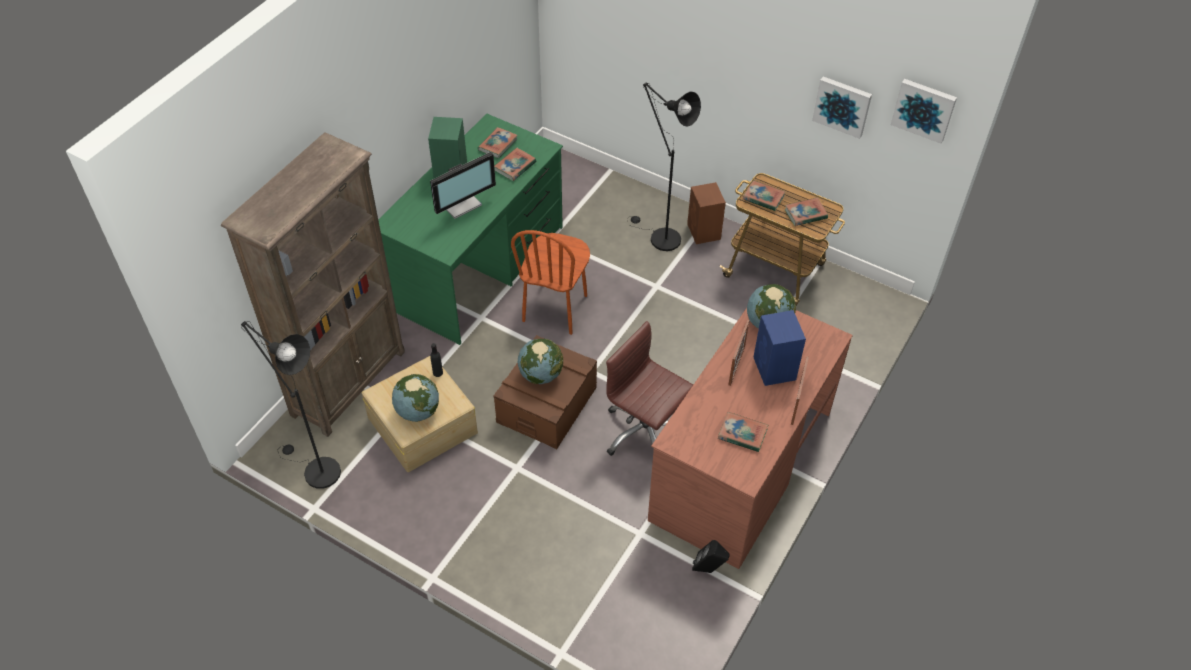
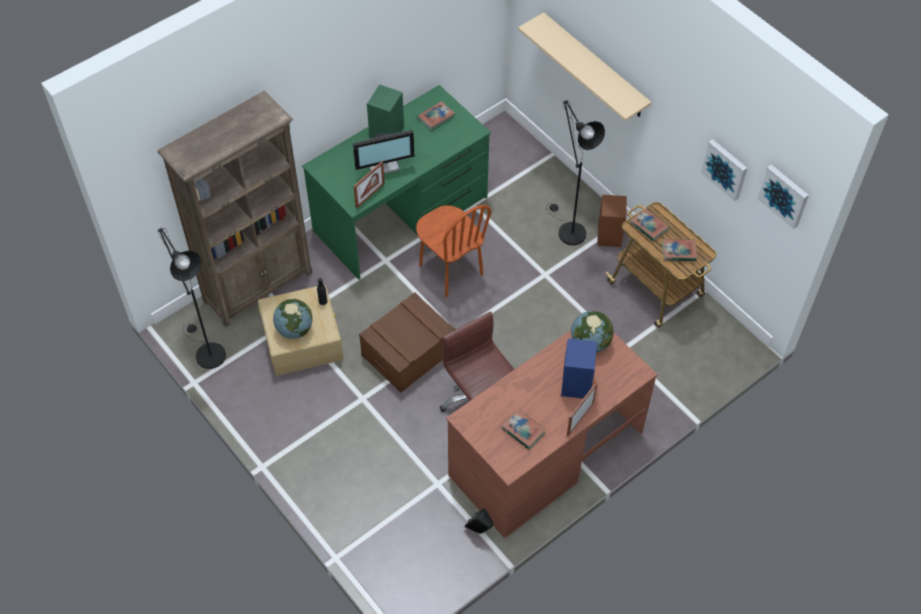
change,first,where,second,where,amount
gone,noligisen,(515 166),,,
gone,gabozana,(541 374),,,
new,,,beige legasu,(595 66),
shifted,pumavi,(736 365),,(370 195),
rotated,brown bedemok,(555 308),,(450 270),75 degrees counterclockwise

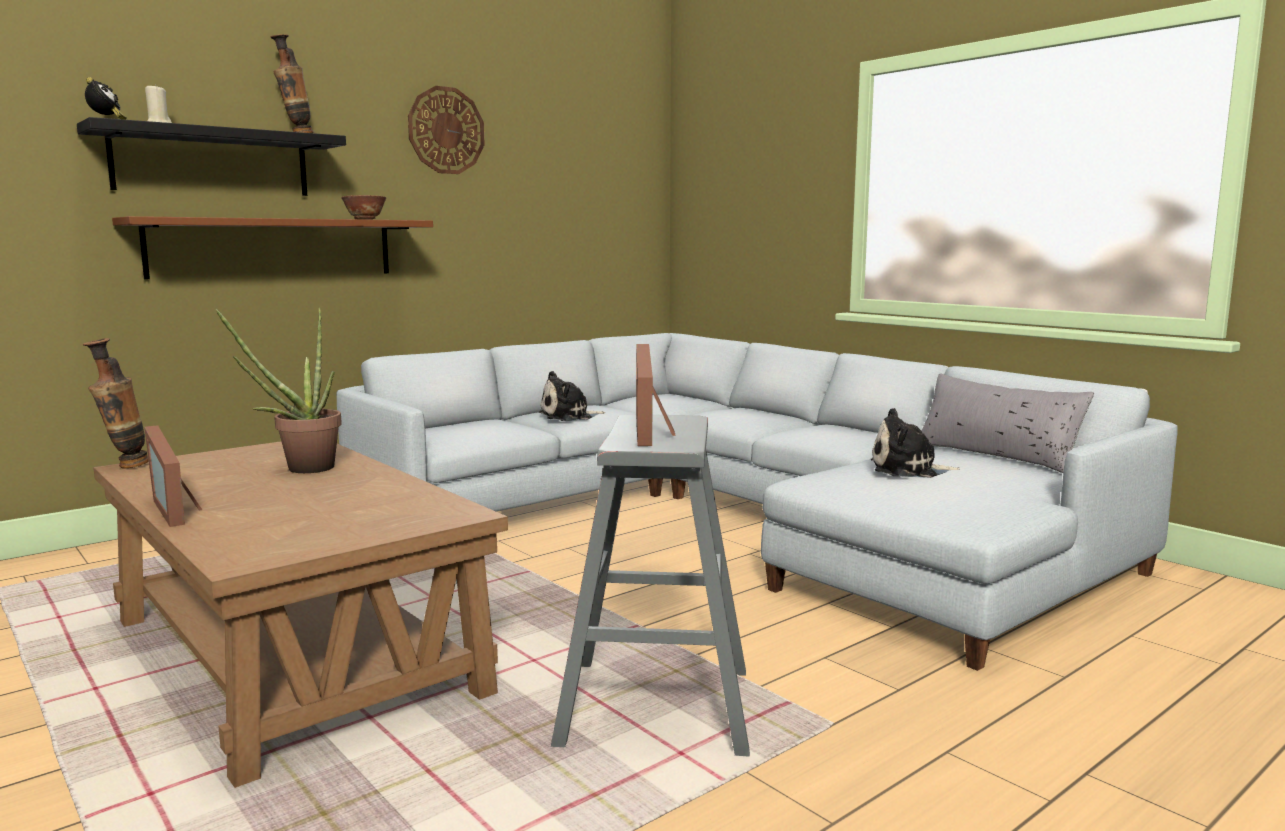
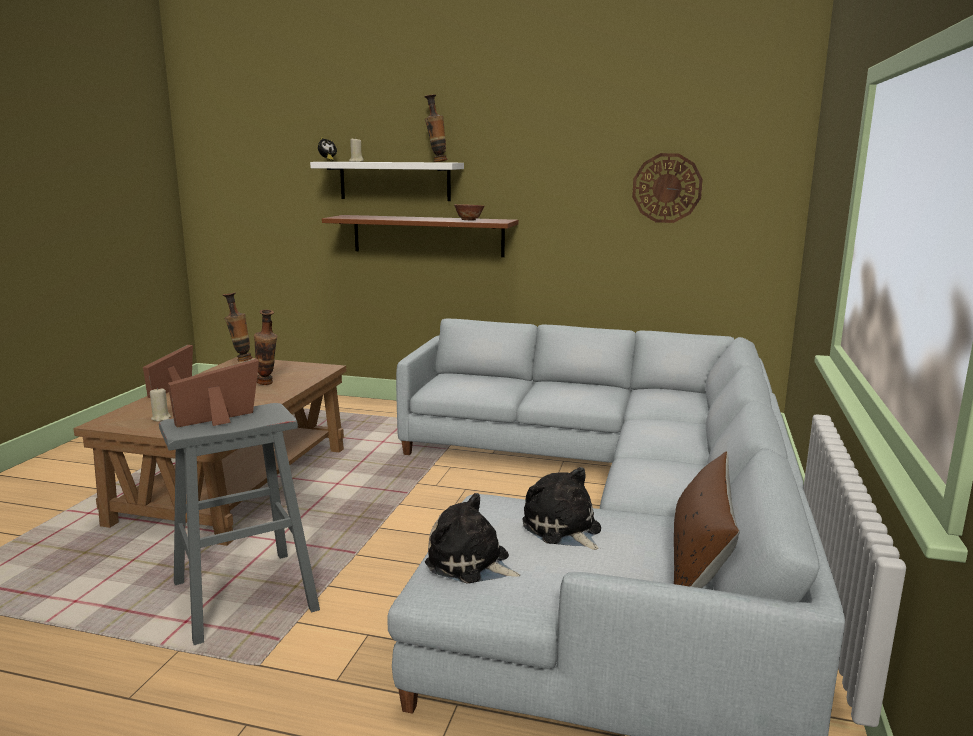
change,first,where,second,where,amount
new,,,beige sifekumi,(161 418),
shifted,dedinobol,(446 130),,(667 188),
shifted,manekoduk,(569 416),,(471 564),
swapped,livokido,(300 469),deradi,(268 384),
repainted,black legasu,(212 163),white legasu,(394 181),
repainted,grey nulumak,(996 455),brown nulumak,(699 559),

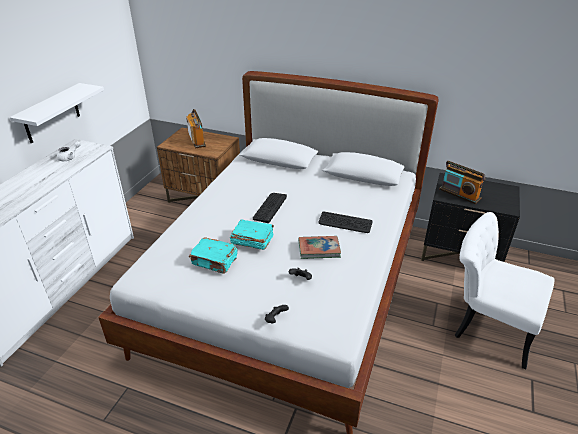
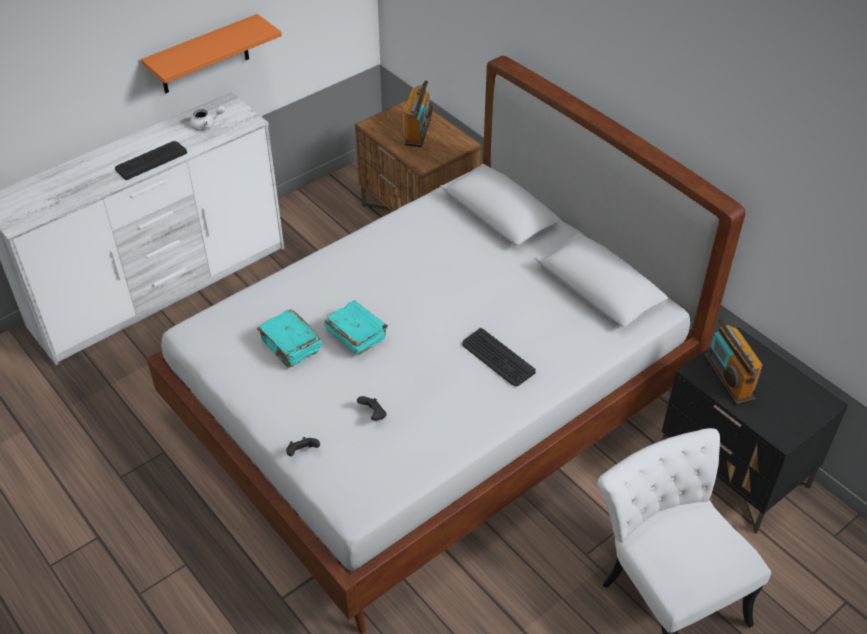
change,first,where,second,where,amount
gone,noligisen,(319 249),,,
shifted,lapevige,(269 207),,(151 160),
repainted,white legasu,(51 114),orange legasu,(204 55),

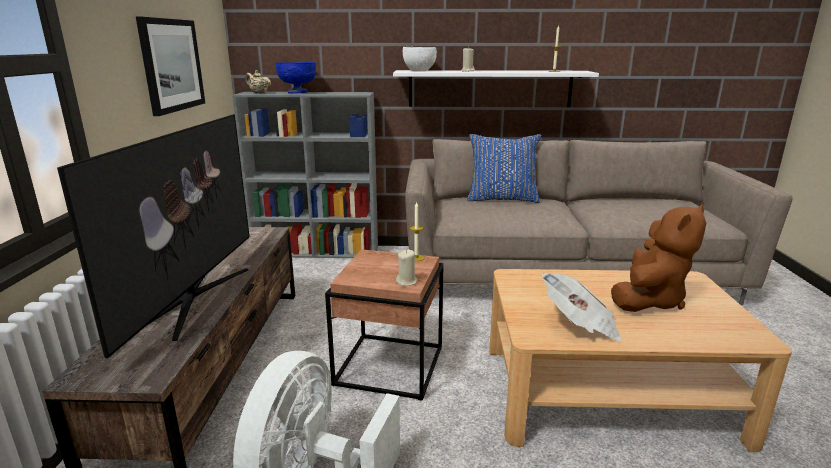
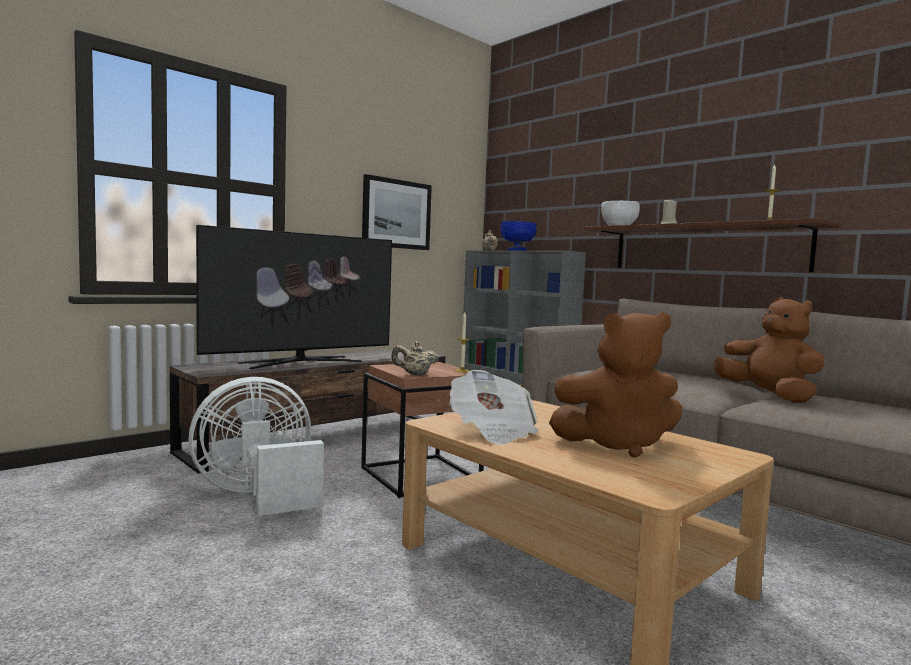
change,first,where,second,where,amount
gone,blue nulumak,(502 199),,,
new,,,brown manekoduk,(768 396),
swapped,beige sifekumi,(406 282),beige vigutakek,(414 374),
repainted,white legasu,(490 88),brown legasu,(706 248),

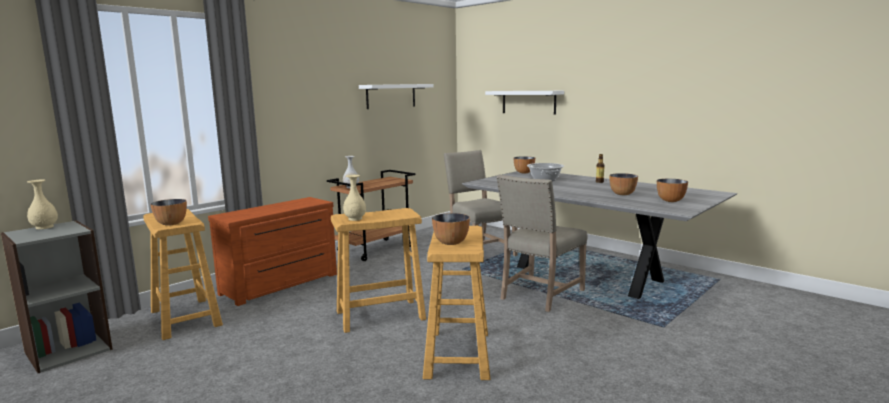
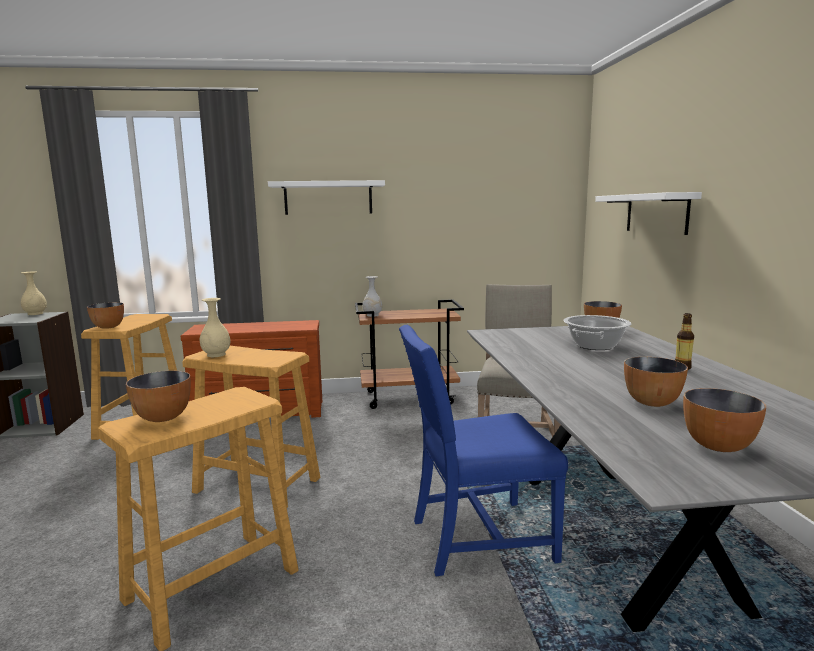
change,first,where,second,where,amount
shifted,white legasu,(391 96),,(328 198),
repainted,beige bedemok,(539 295),blue bedemok,(476 539),

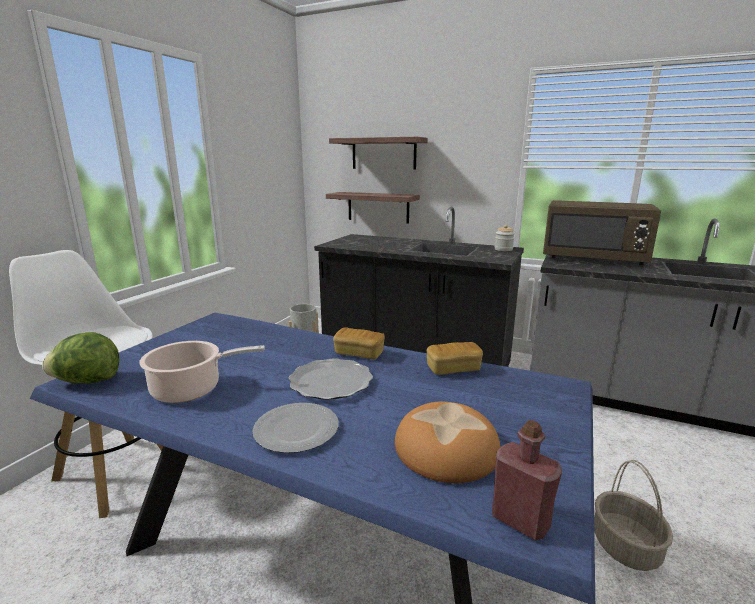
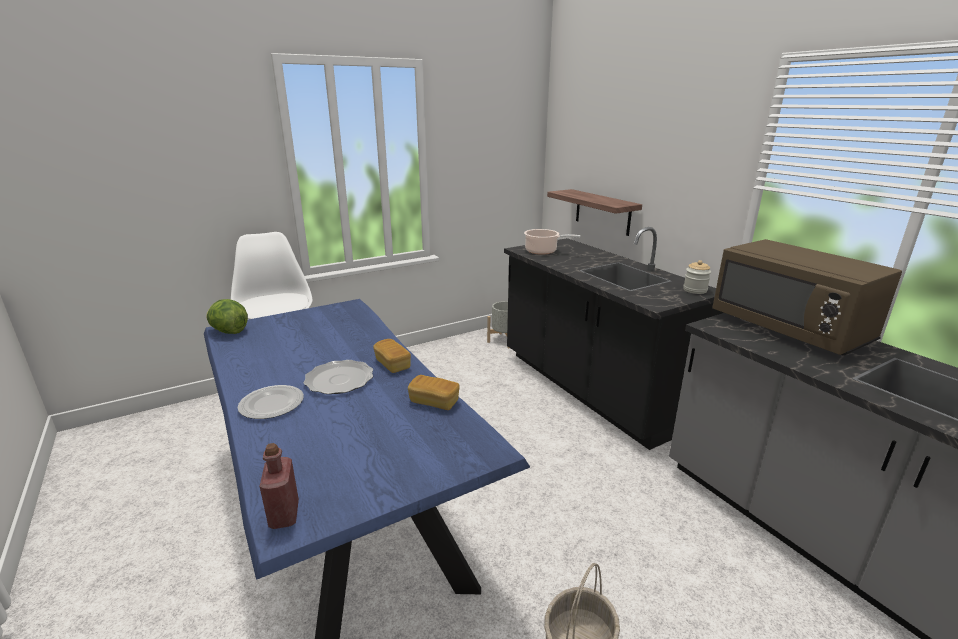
change,first,where,second,where,amount
gone,legasu,(383 154),,,
gone,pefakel,(445 448),,,
shifted,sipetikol,(191 389),,(543 251),

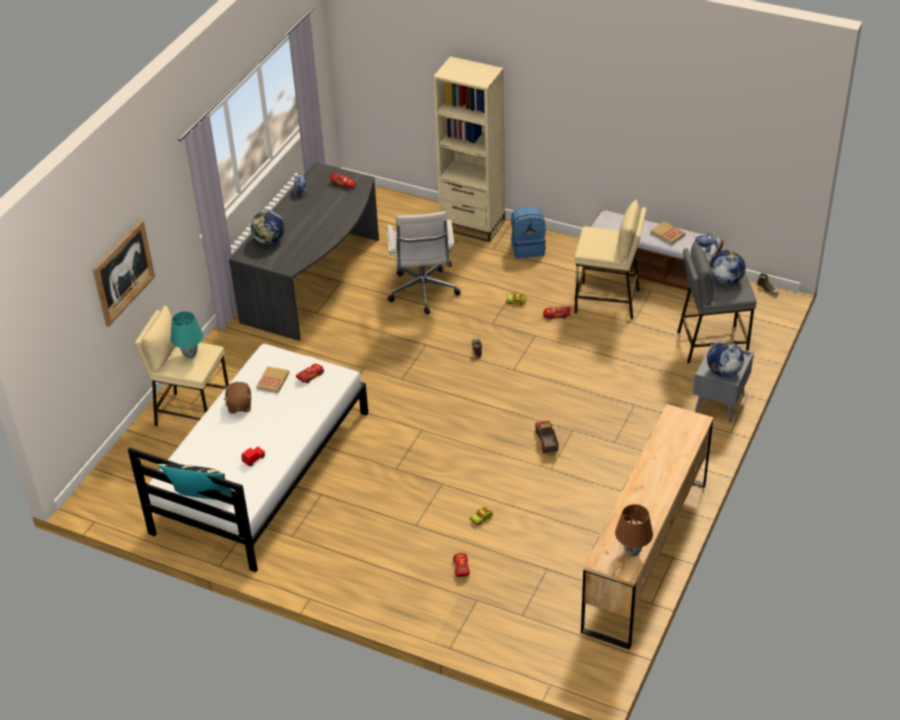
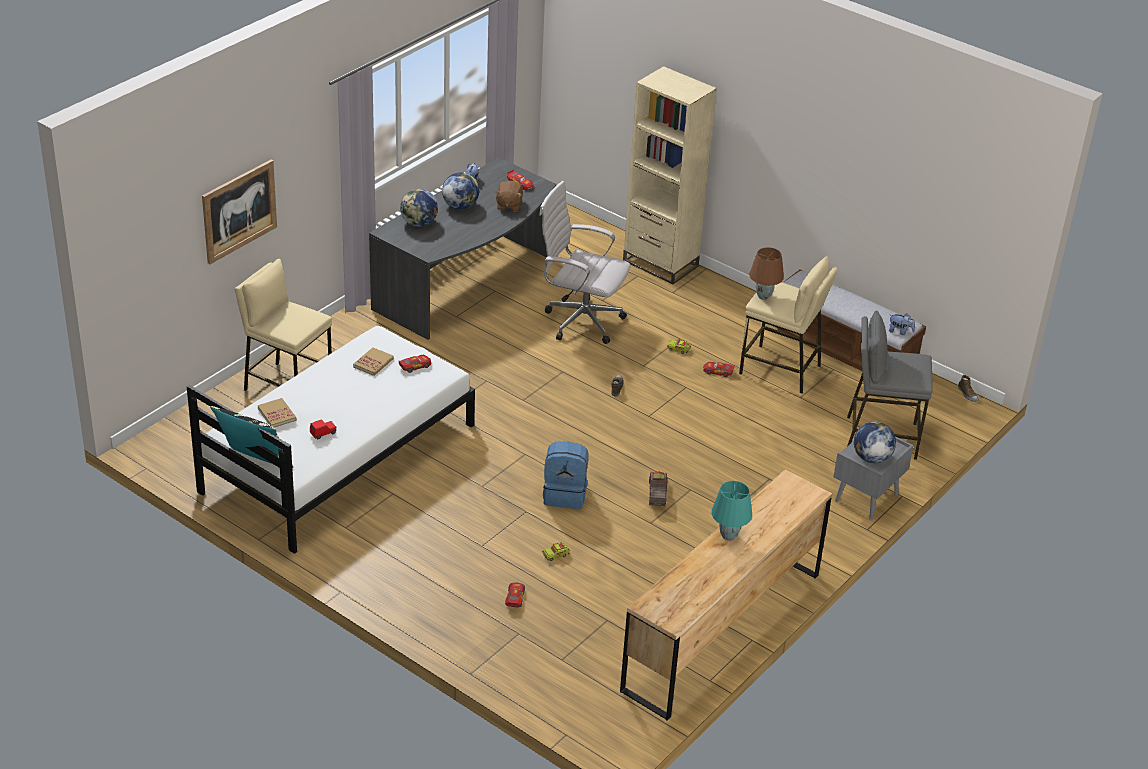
change,first,where,second,where,amount
shifted,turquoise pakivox,(190 355),,(728 536),
shifted,brown manekoduk,(239 406),,(508 205),
shifted,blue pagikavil,(528 248),,(565 495),
shifted,brown pakivox,(633 551),,(764 297),
shifted,noligisen,(667 234),,(277 414),
shifted,gabozana,(726 280),,(460 206),
rotated,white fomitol,(423 293),,(580 321),105 degrees clockwise

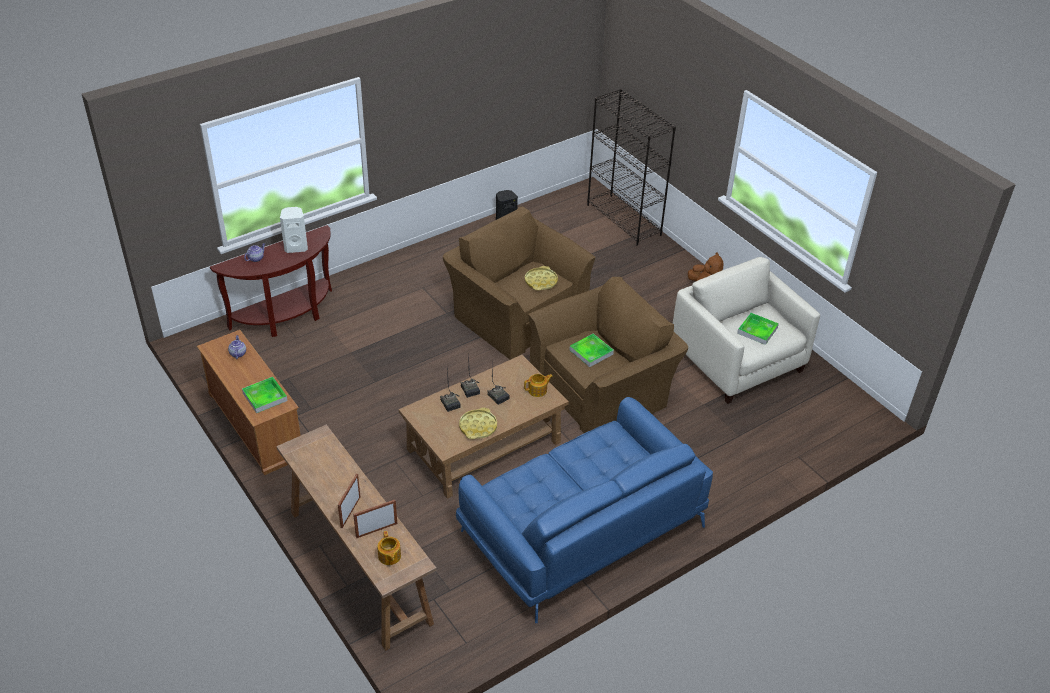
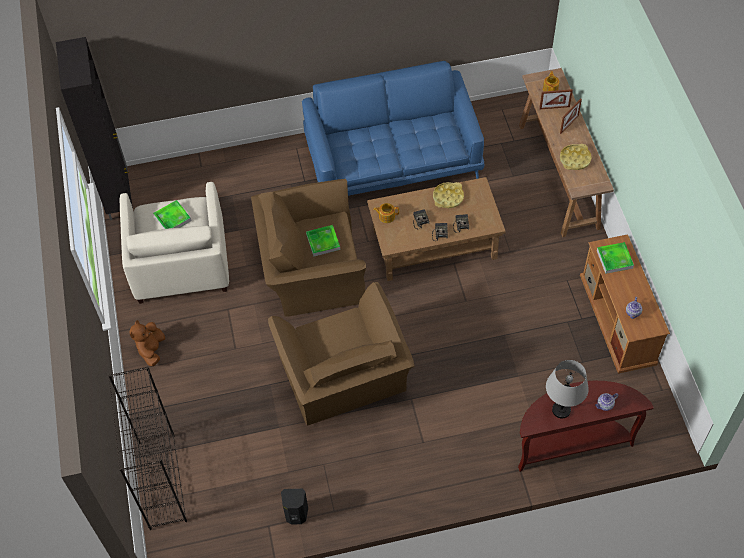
change,first,where,second,where,amount
new,,,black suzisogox,(119 196),
shifted,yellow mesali,(541 281),,(575 159),
swapped,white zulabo,(296 247),grey pakivox,(561 410),

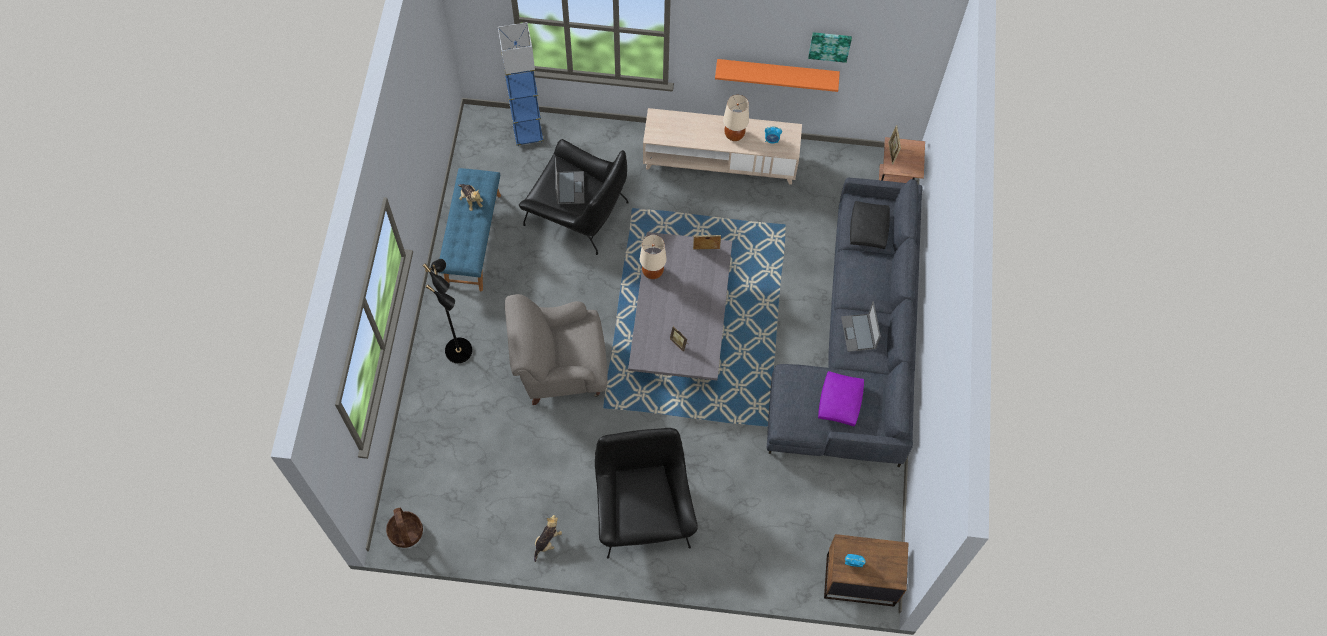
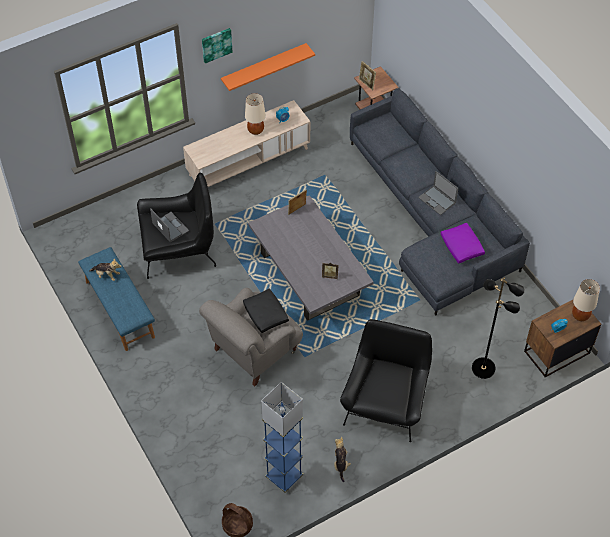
change,first,where,second,where,amount
shifted,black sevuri,(459 350),,(484 368),
shifted,blue sevuri,(528 134),,(284 477),
shifted,beige pakivox,(652 272),,(580 316),
shifted,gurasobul,(829 45),,(216 44),
shifted,black nulumak,(868 229),,(266 315),
rotated,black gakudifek,(643 509),,(386 401),60 degrees clockwise

